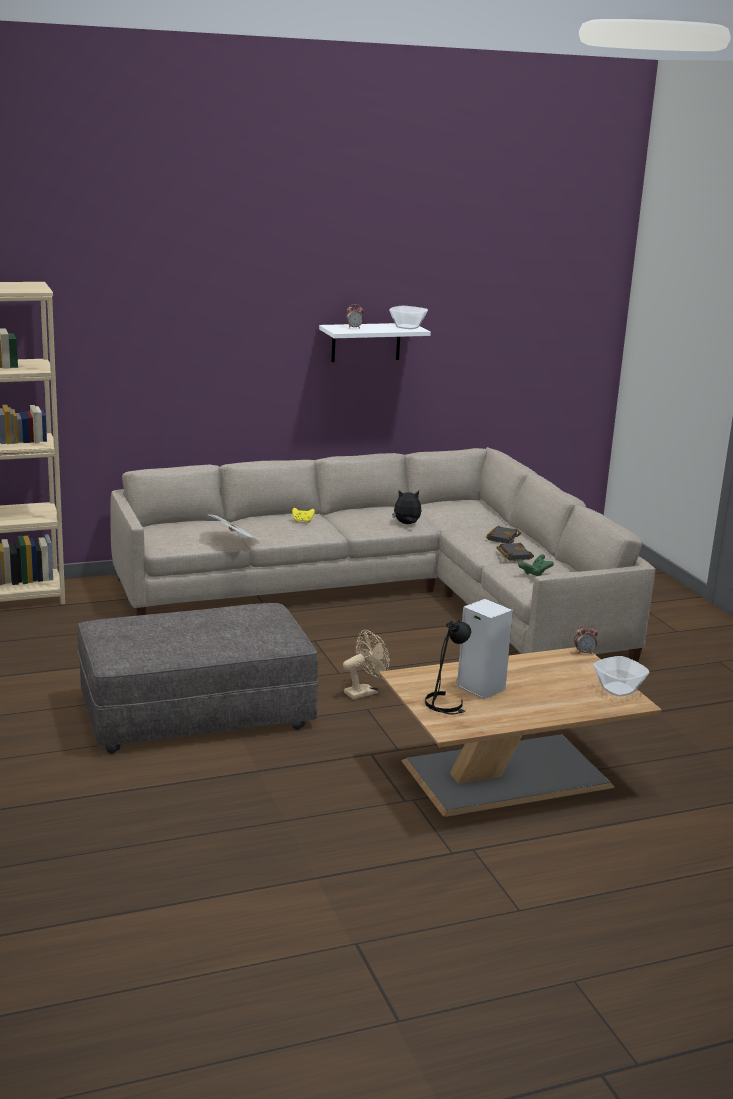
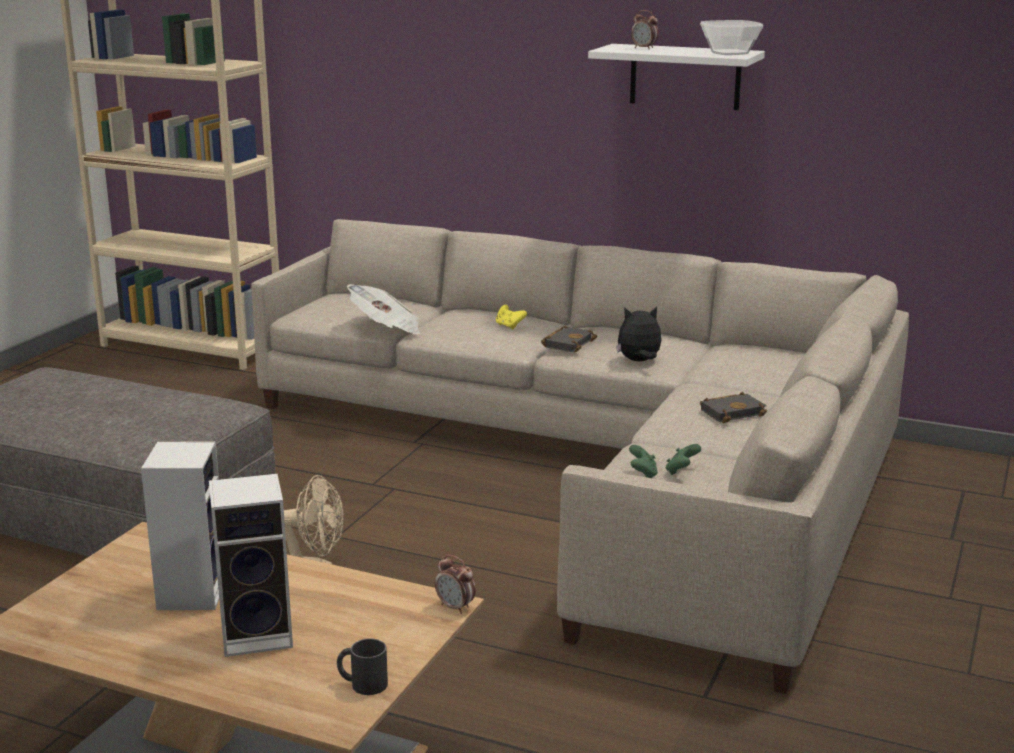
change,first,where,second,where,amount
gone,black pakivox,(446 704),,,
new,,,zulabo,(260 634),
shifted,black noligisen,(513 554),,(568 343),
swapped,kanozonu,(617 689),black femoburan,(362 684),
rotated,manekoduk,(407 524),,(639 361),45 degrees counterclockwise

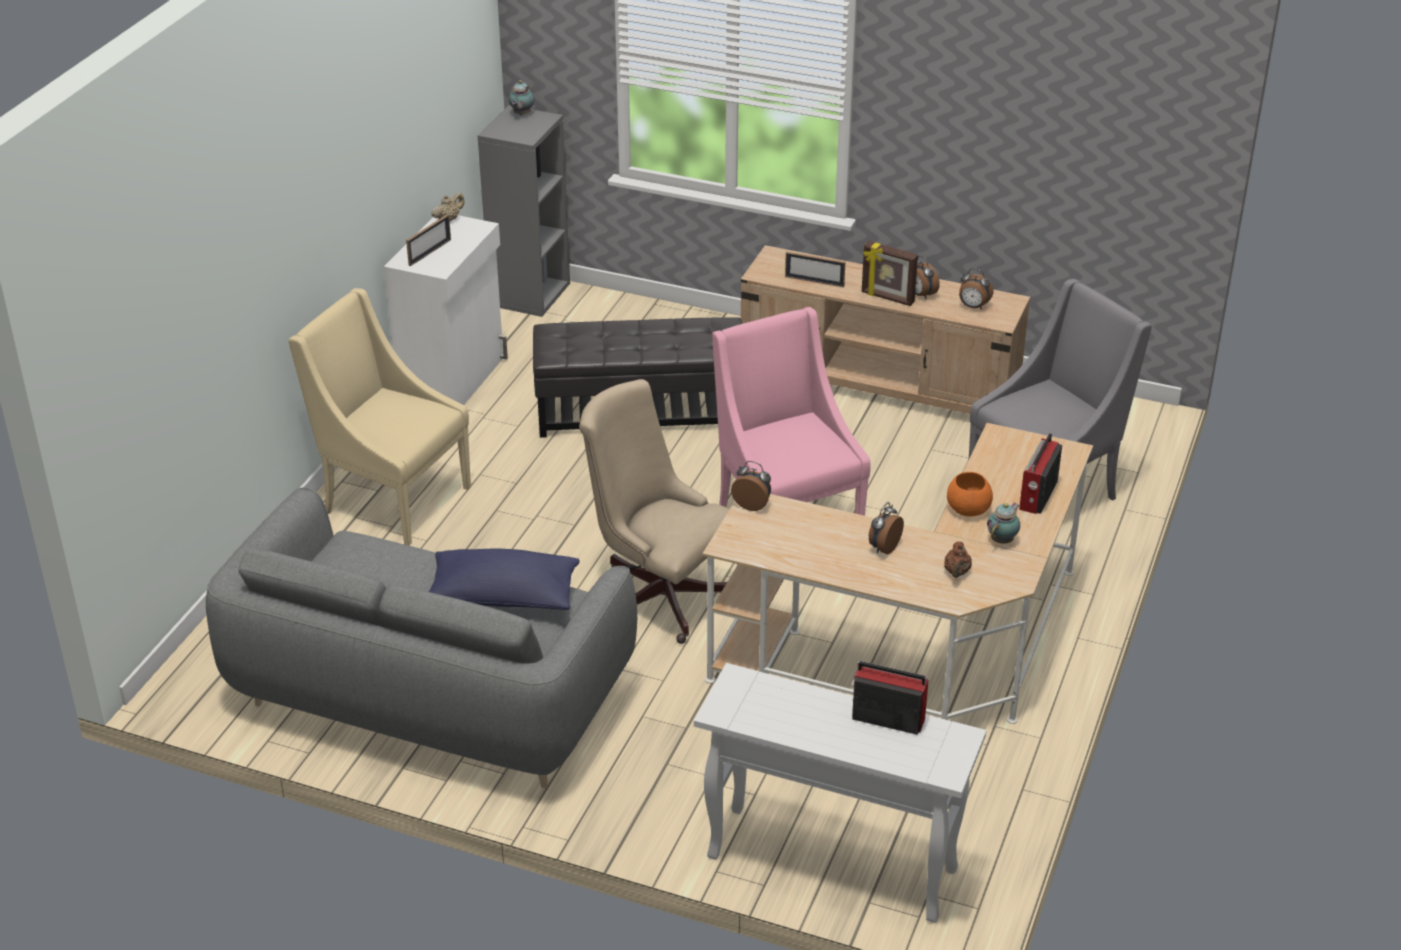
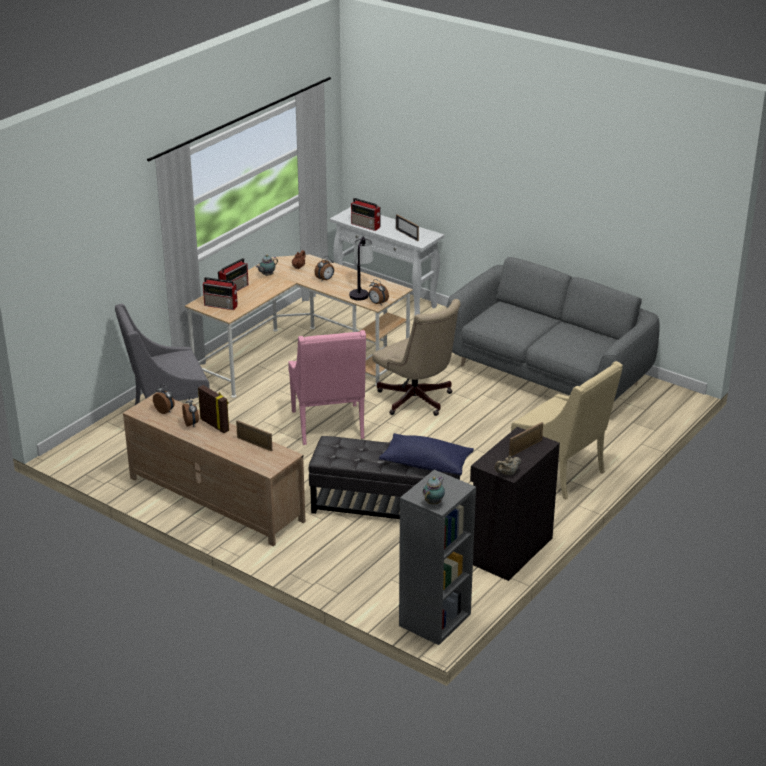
change,first,where,second,where,amount
gone,orange kanozonu,(968 509),,,
new,,,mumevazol,(221 305),
new,,,pakivox,(361 291),
new,,,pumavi,(407 235),
shifted,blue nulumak,(503 597),,(426 464),
repainted,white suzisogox,(454 380),black suzisogox,(509 550),

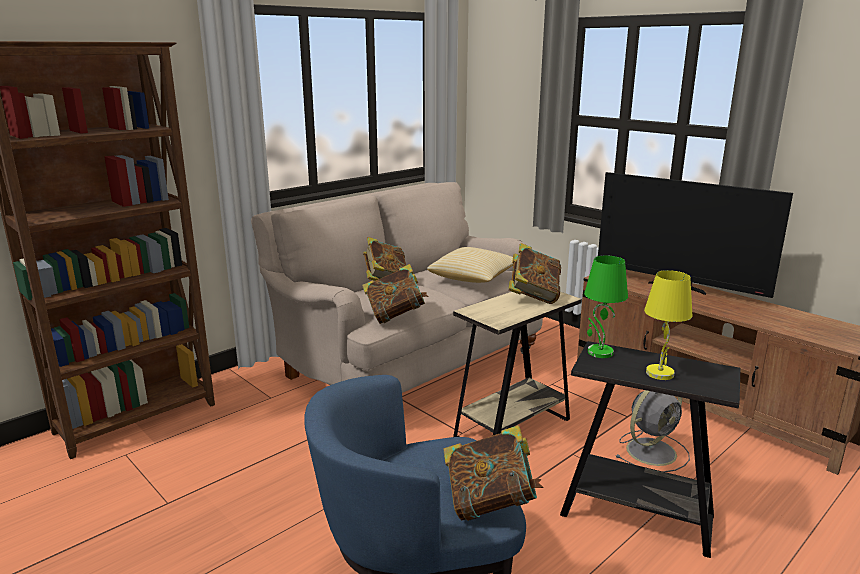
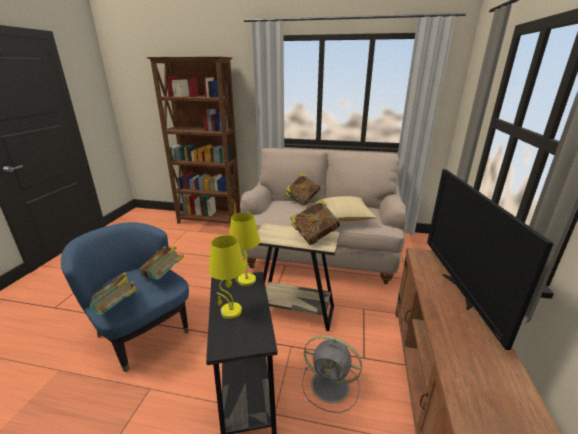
change,first,where,second,where,amount
shifted,noligisen,(395 316),,(164 277),
repainted,green pakivox,(599 352),yellow pakivox,(246 280),

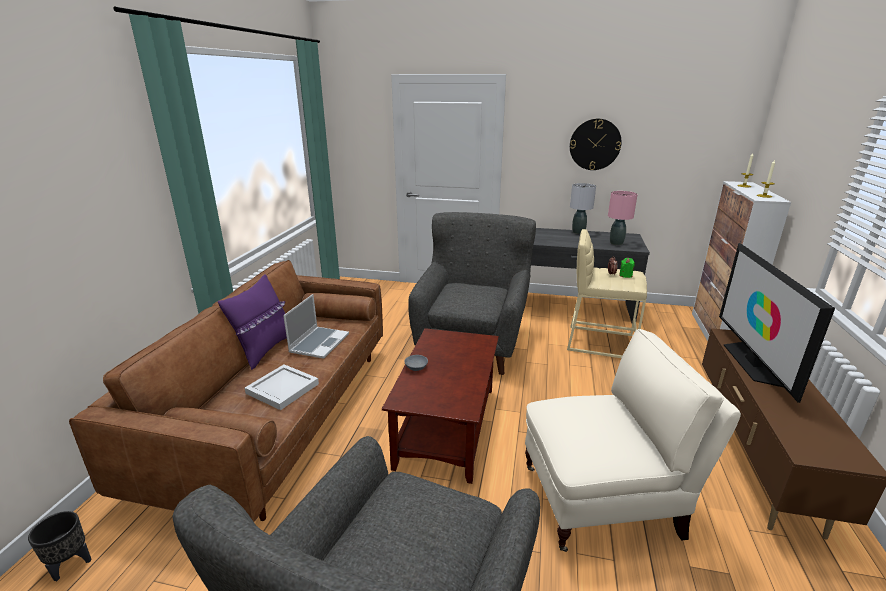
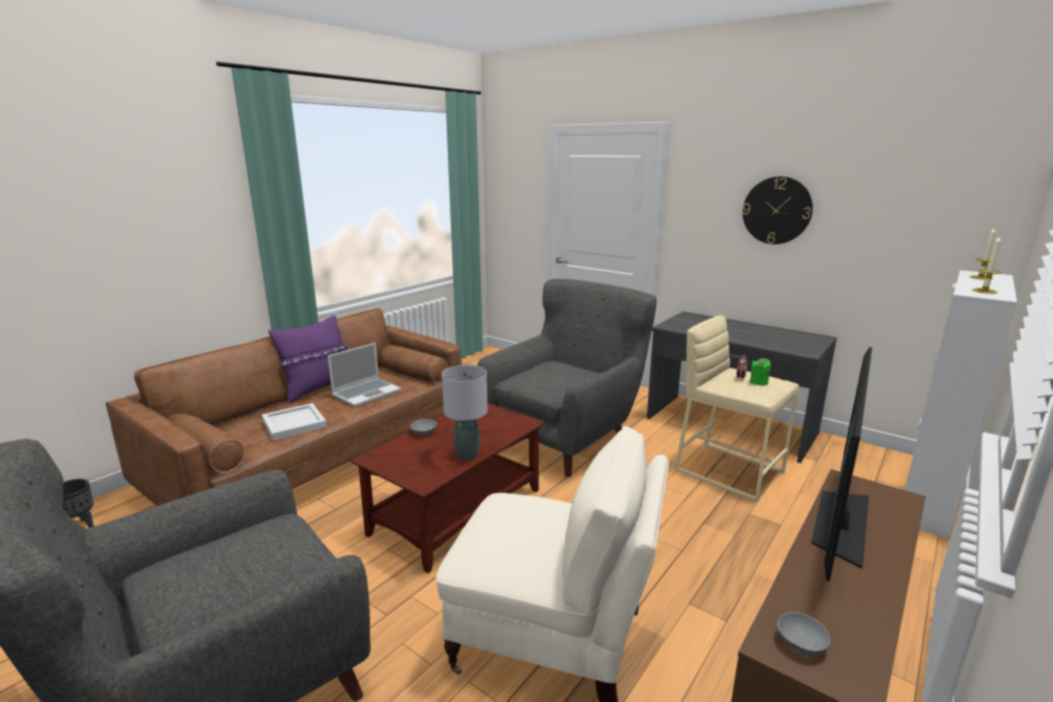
change,first,where,second,where,amount
gone,pink pakivox,(616 243),,,
new,,,grey kanozonu,(803 643),
shifted,grey pakivox,(578 232),,(467 455),

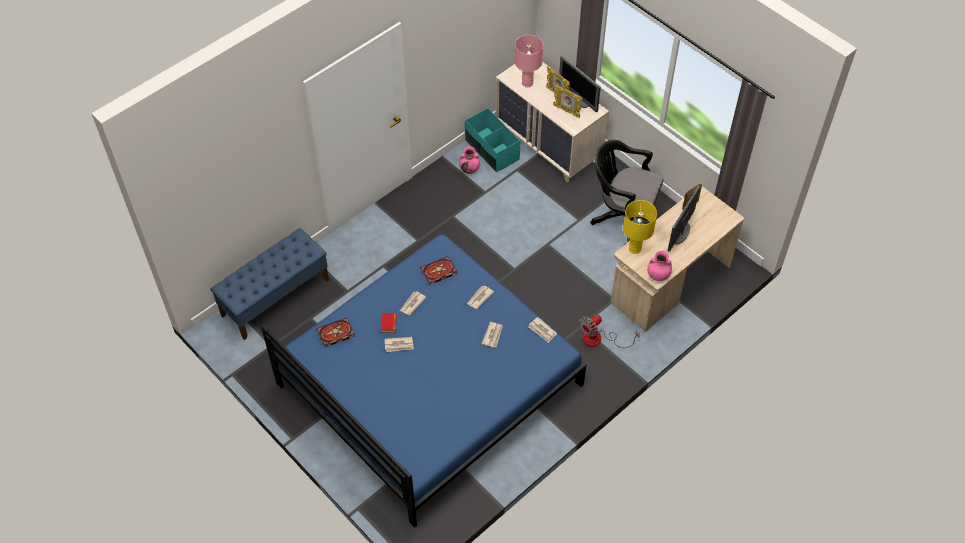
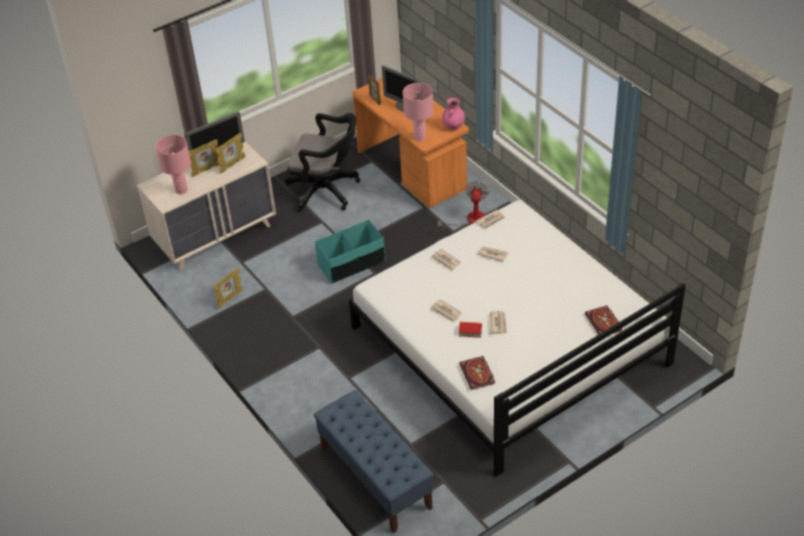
change,first,where,second,where,amount
shifted,noligisen,(438 272),,(604 323),
shifted,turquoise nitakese,(491 150),,(352 263),
swapped,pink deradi,(469 169),pumavi,(230 299),
repainted,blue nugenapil,(429 384),white nugenapil,(509 346),
repainted,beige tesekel,(669 283),orange tesekel,(413 169),
repainted,yellow pakivox,(635 248),pink pakivox,(419 137),
rotated,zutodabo,(599 339),,(470 221),135 degrees counterclockwise
rotated,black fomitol,(623 217),,(327 191),105 degrees counterclockwise

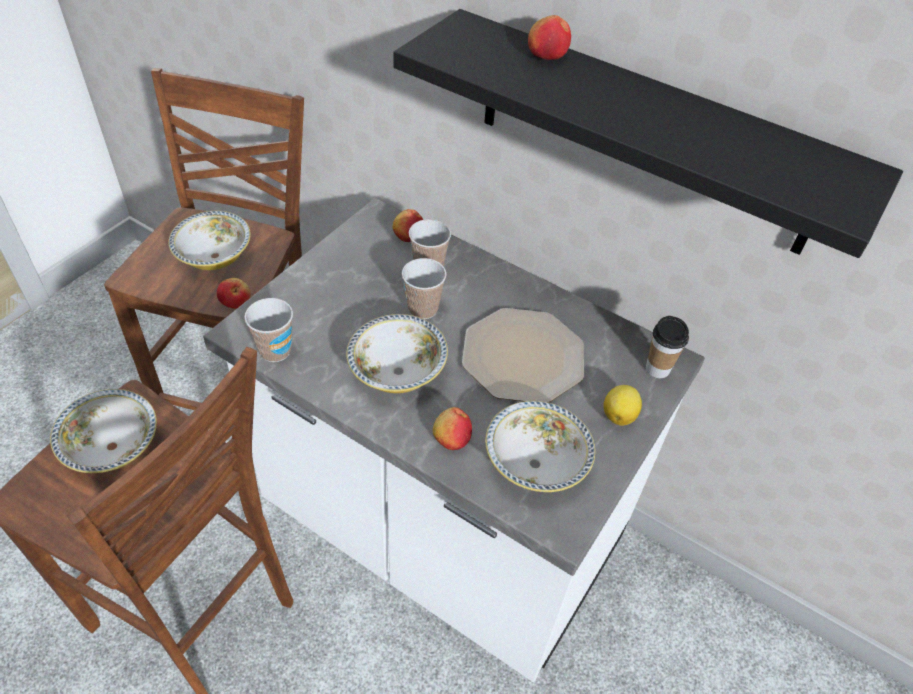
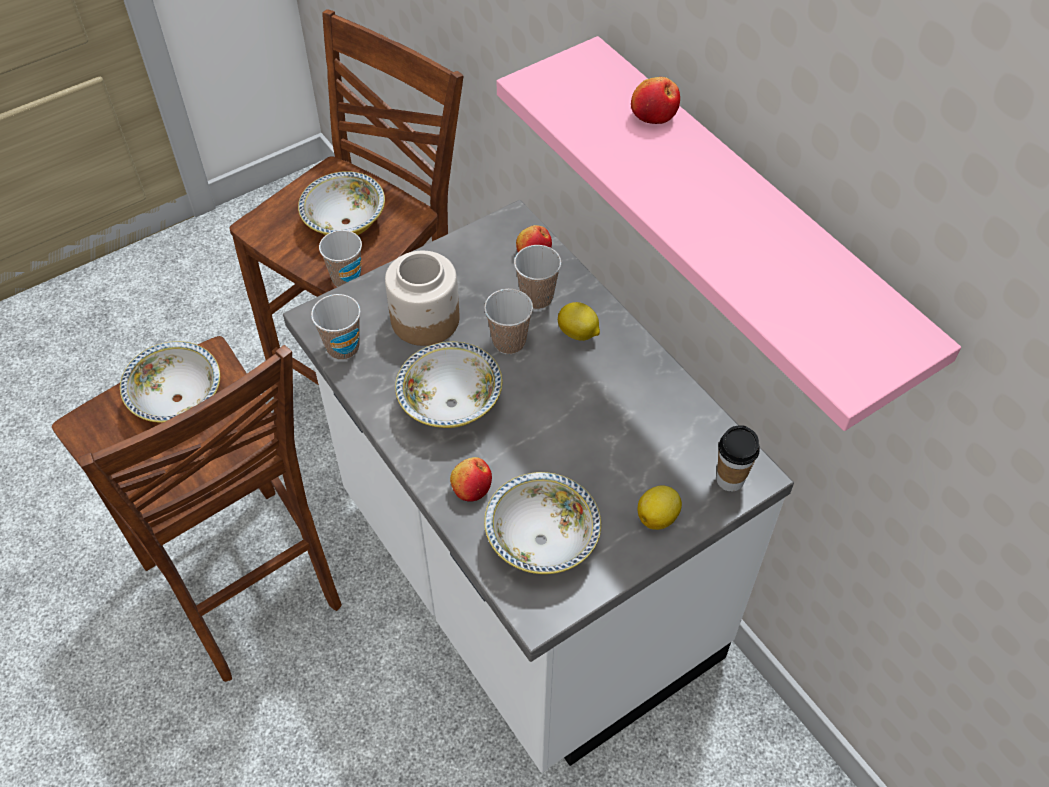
change,first,where,second,where,amount
gone,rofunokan,(524 356),,,
new,,,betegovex,(425 320),
new,,,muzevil,(578 334),
swapped,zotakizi,(235 301),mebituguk,(346 278),
repainted,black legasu,(644 134),pink legasu,(748 222),

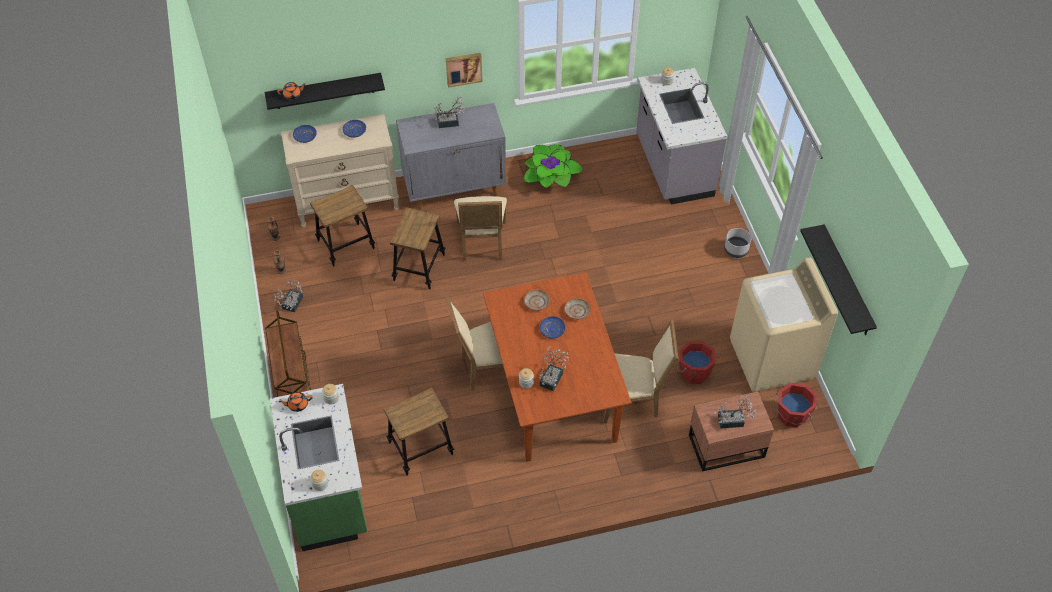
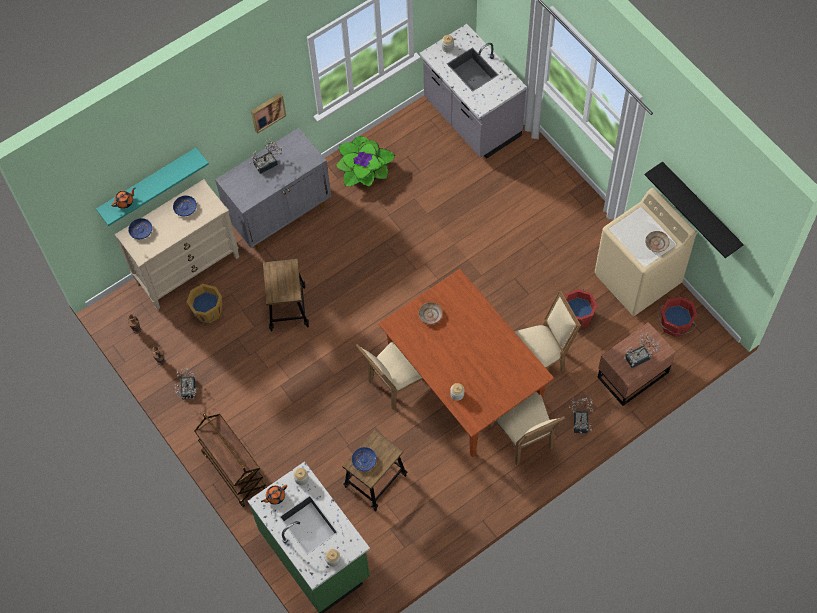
change,first,where,second,where,amount
gone,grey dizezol,(735 249),,,
shifted,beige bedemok,(482 244),,(524 438),
shifted,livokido,(553 377),,(581 420),
shifted,blue rofunokan,(552 329),,(364 460),
shifted,beige rofunokan,(577 311),,(656 243),
swapped,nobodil,(346 245),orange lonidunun,(207 312),
repainted,black legasu,(324 91),turquoise legasu,(148 184),

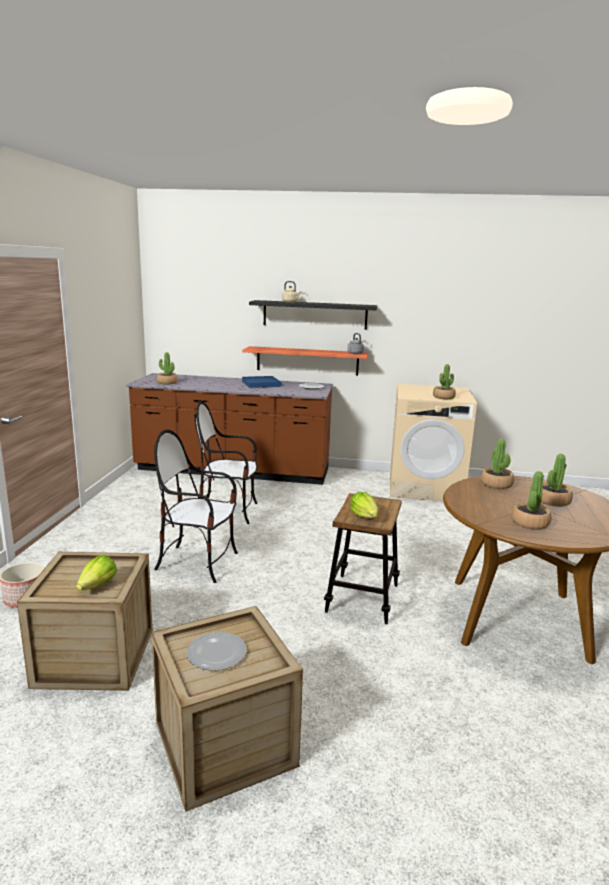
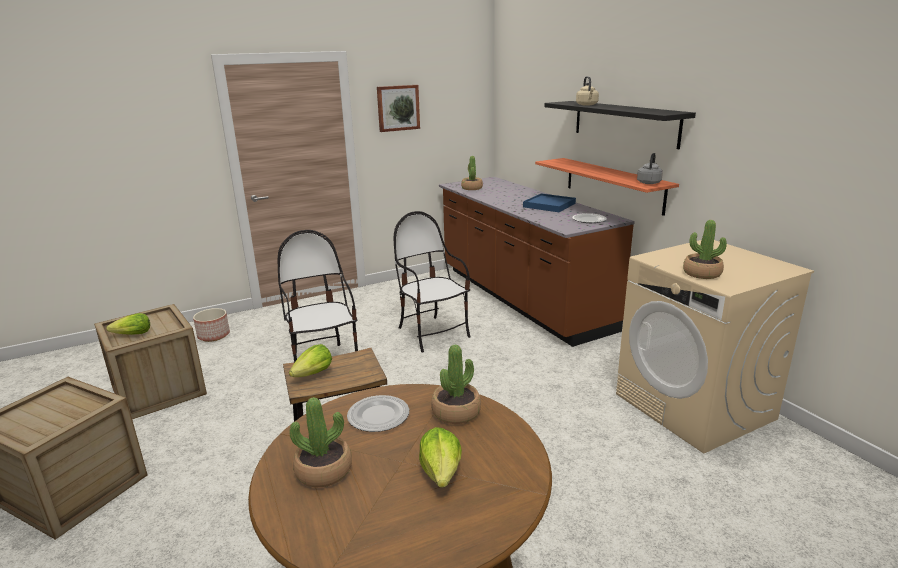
change,first,where,second,where,amount
new,,,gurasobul,(398 108),
shifted,rofunokan,(216 653),,(377 416),
swapped,livokido,(552 501),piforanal,(441 472),

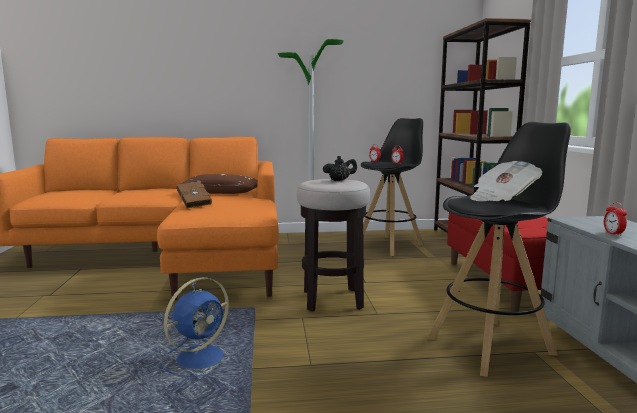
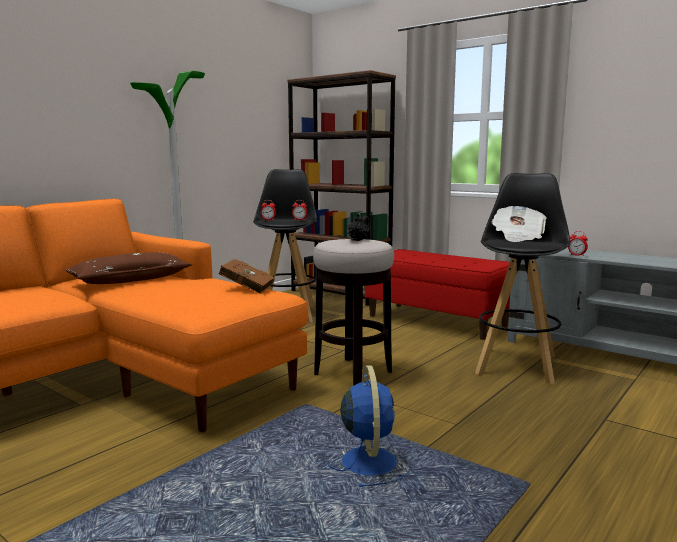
change,first,where,second,where,amount
shifted,brown noligisen,(194 204),,(245 288),

